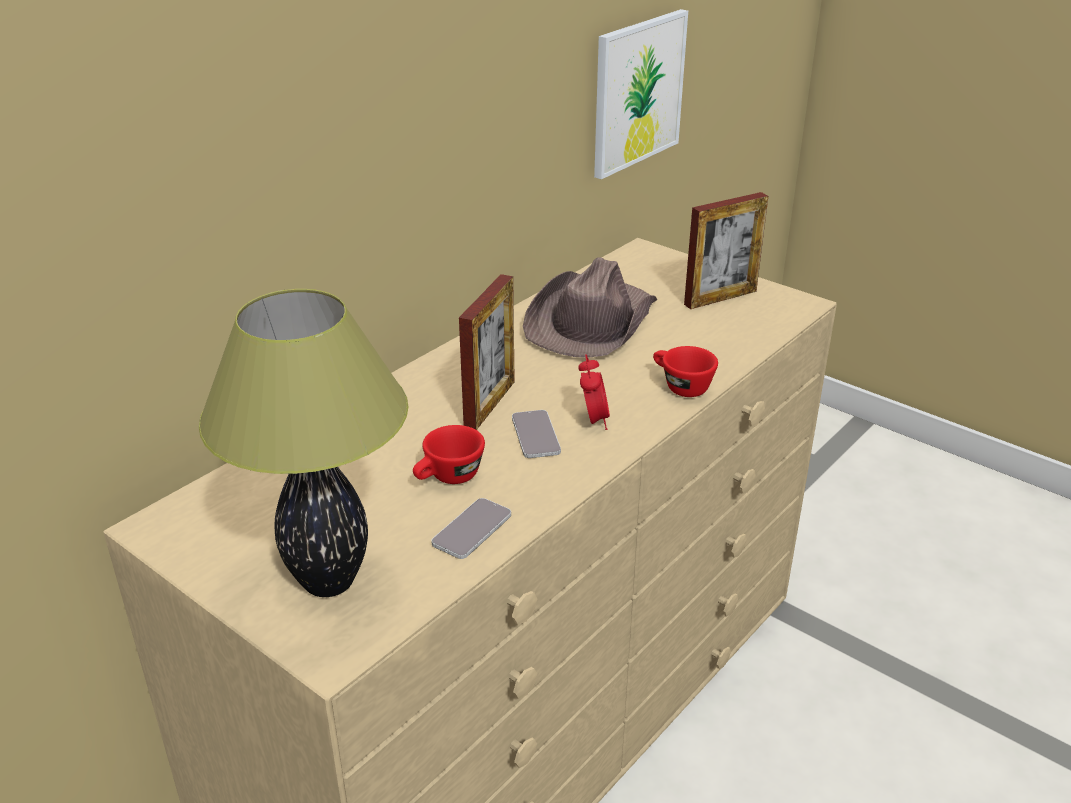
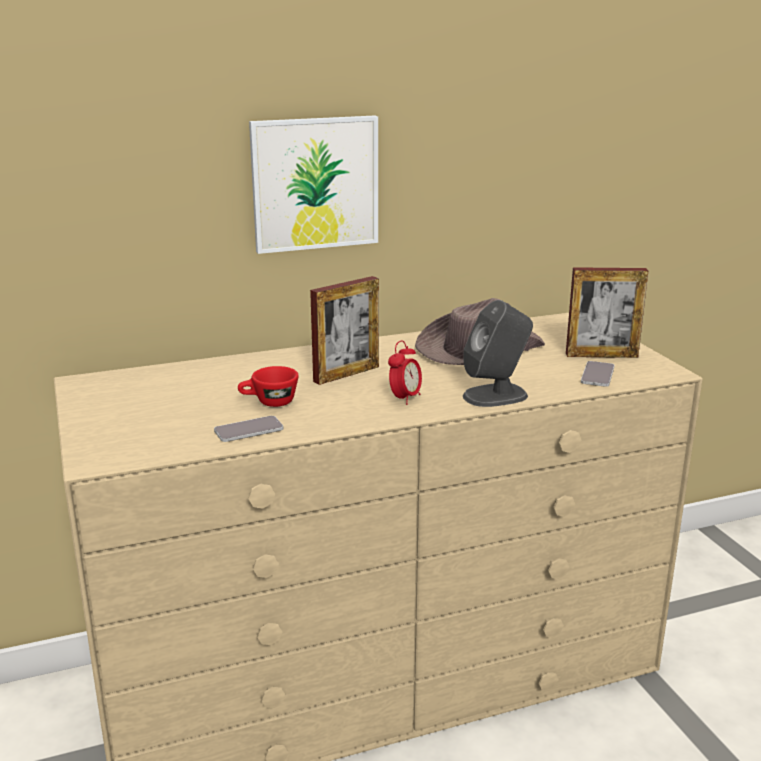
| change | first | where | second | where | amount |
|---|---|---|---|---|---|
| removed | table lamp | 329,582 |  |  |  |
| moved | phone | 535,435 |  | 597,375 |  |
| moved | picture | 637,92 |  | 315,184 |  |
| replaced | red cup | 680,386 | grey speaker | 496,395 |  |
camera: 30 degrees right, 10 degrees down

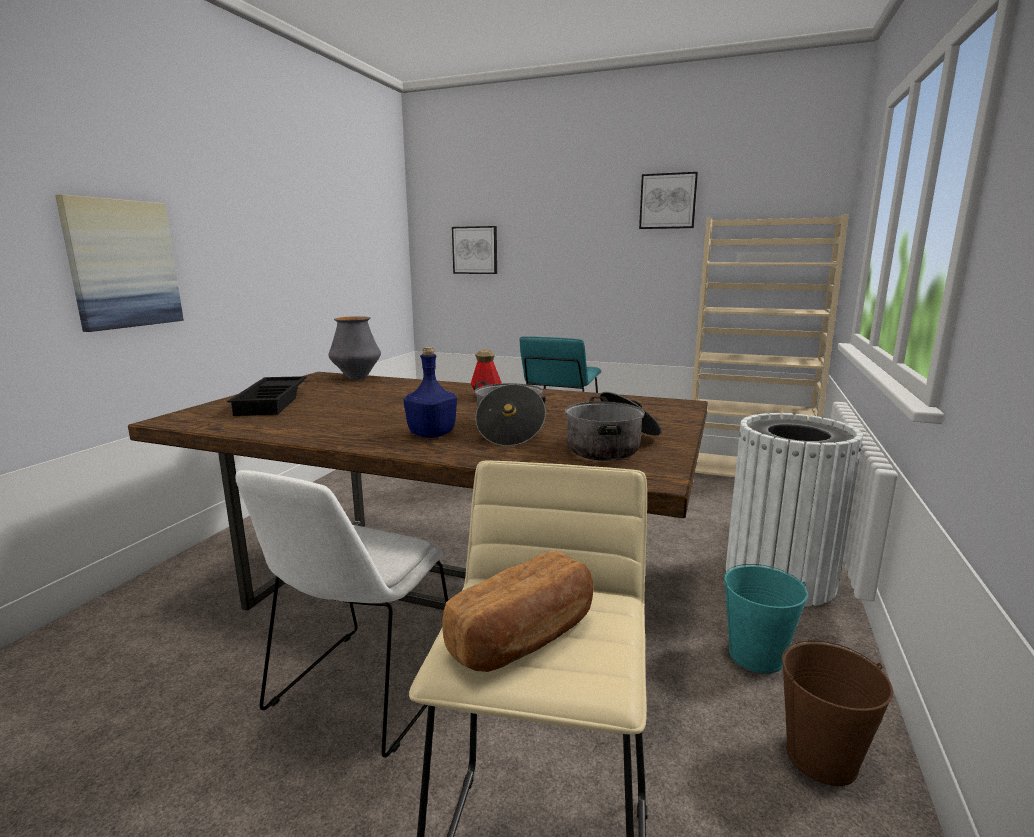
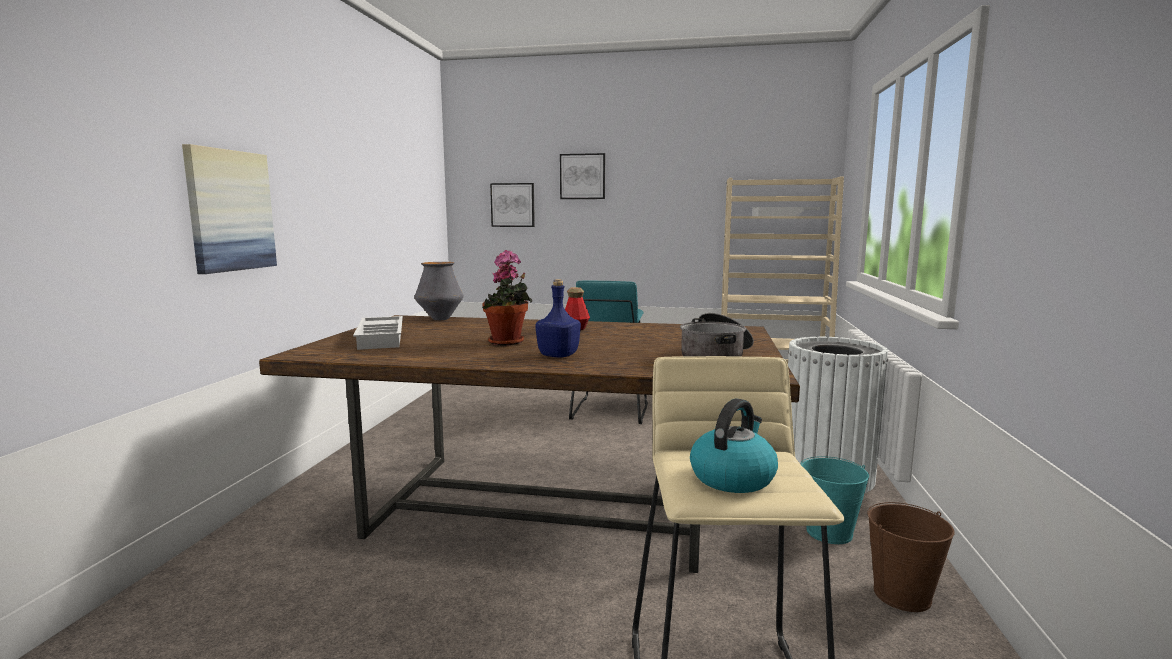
| change | first | where | second | where | amount |
|---|---|---|---|---|---|
| recoloured | black tray | 273,402 | white tray | 382,338 |  |
| removed | white chair | 361,693 |  |  |  |
| replaced | bread | 525,638 | kettle | 732,477 |  |
| removed | cooking pot | 509,430 |  |  |  |
| moved | picture | 668,201 |  | 582,176 |  |
| added |  |  | potted plant | 508,342 |  |
camera: 10 degrees left, 5 degrees down

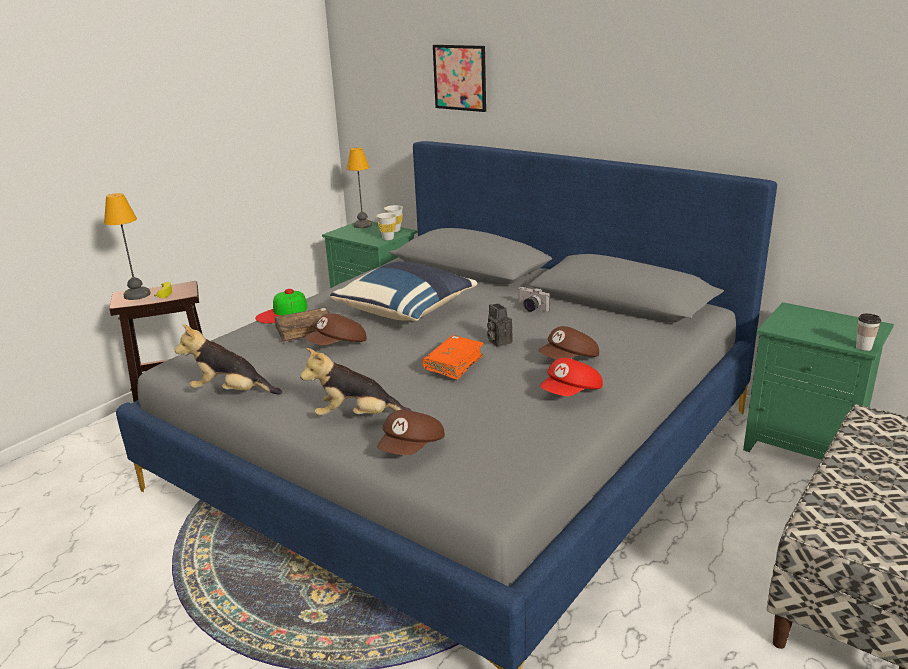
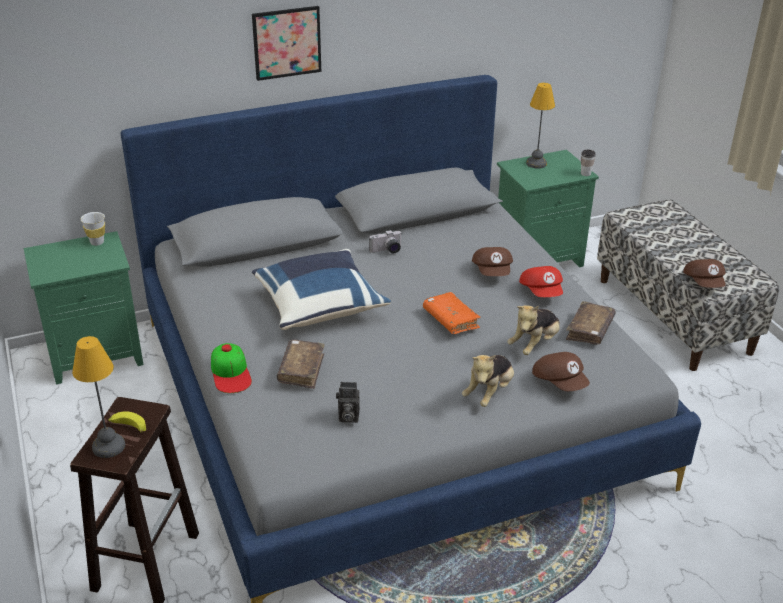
| change | first | where | second | where | amount |
|---|---|---|---|---|---|
| moved | plush toy | 231,392 |  | 534,344 |  |
| moved | brown cap | 338,345 |  | 704,283 |  |
| moved | table lamp | 363,225 |  | 536,163 |  |
| removed | white cup | 388,238 |  |  |  |
| moved | picture | 460,77 |  | 287,43 |  |
| moved | photo camera | 498,341 |  | 347,417 |  |
| added |  |  | brown book | 589,330 |  |
camera: 60 degrees left, 10 degrees up

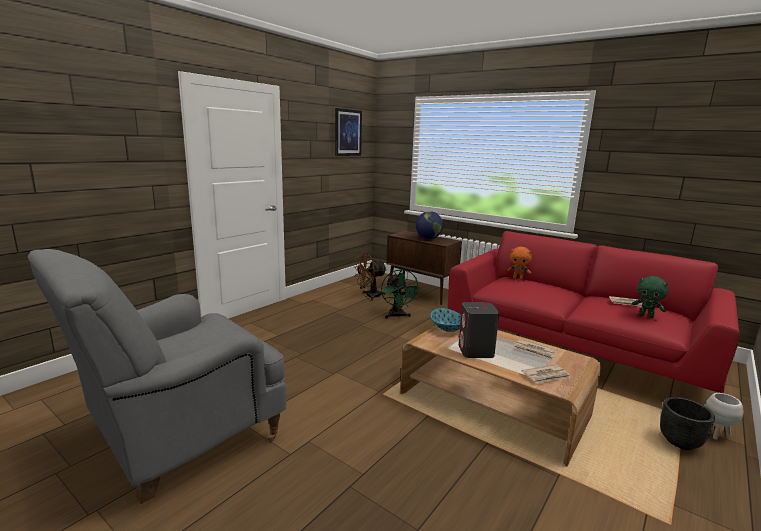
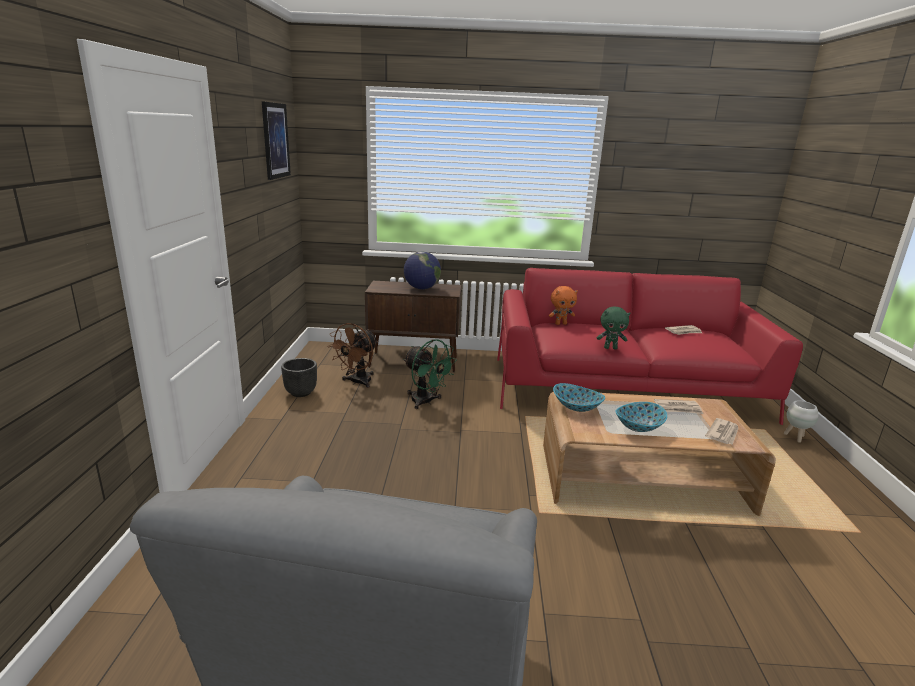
| change | first | where | second | where | amount |
|---|---|---|---|---|---|
| replaced | grey speaker | 476,351 | bowl | 639,427 |  |
| moved | green plush toy | 646,316 |  | 610,348 |  |
| moved | black planter | 680,442 |  | 301,392 |  |
camera: 35 degrees left, 5 degrees up

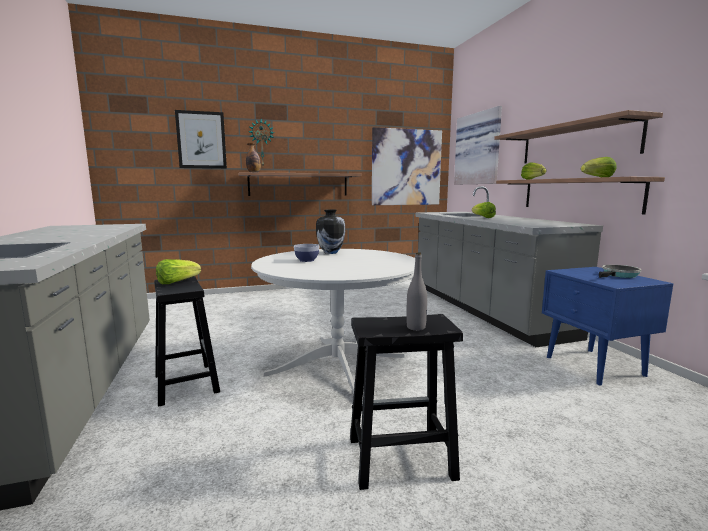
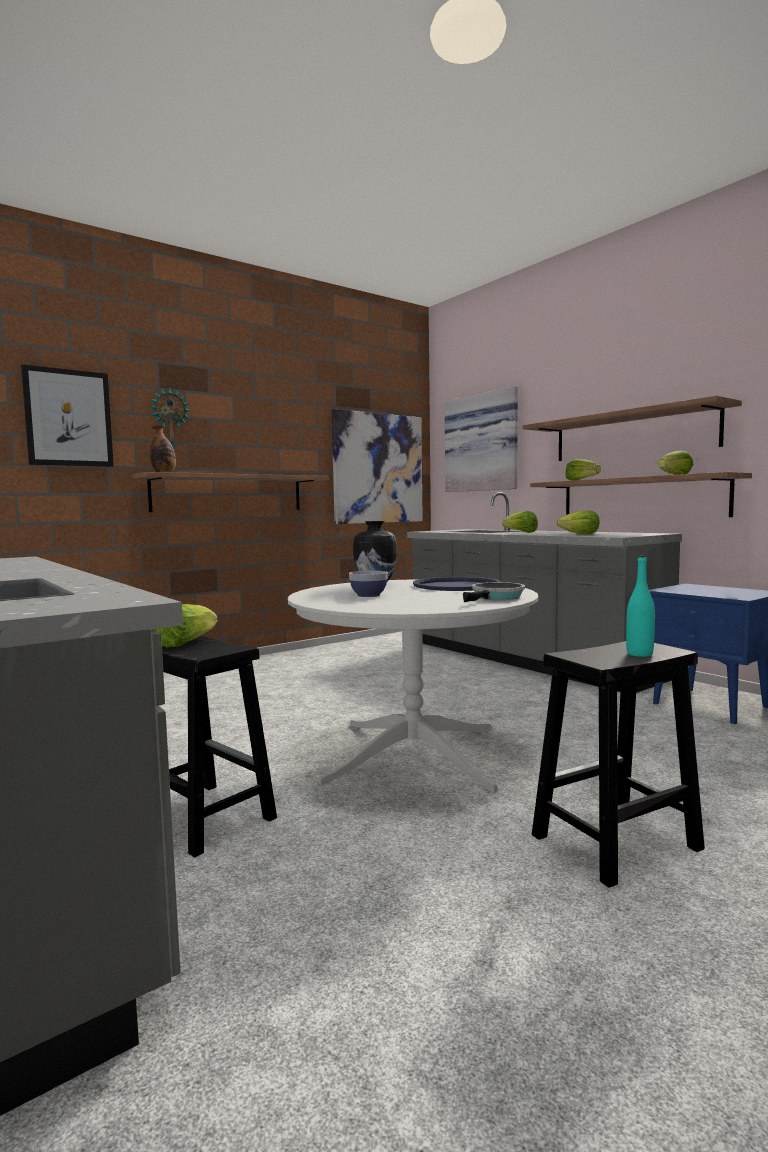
| change | first | where | second | where | amount |
|---|---|---|---|---|---|
| recoloured | grey bottle | 416,327 | turquoise bottle | 639,654 |  |
| moved | frying pan | 619,275 |  | 496,597 |  |
| added |  |  | blue tray | 456,585 |  |
| added |  |  | lettuce | 580,534 |  |
camera: 20 degrees left, 5 degrees down

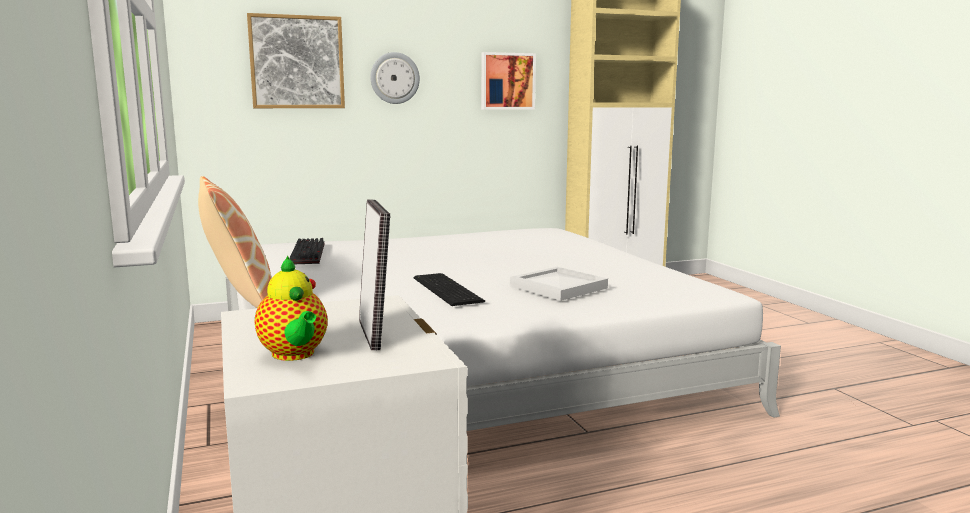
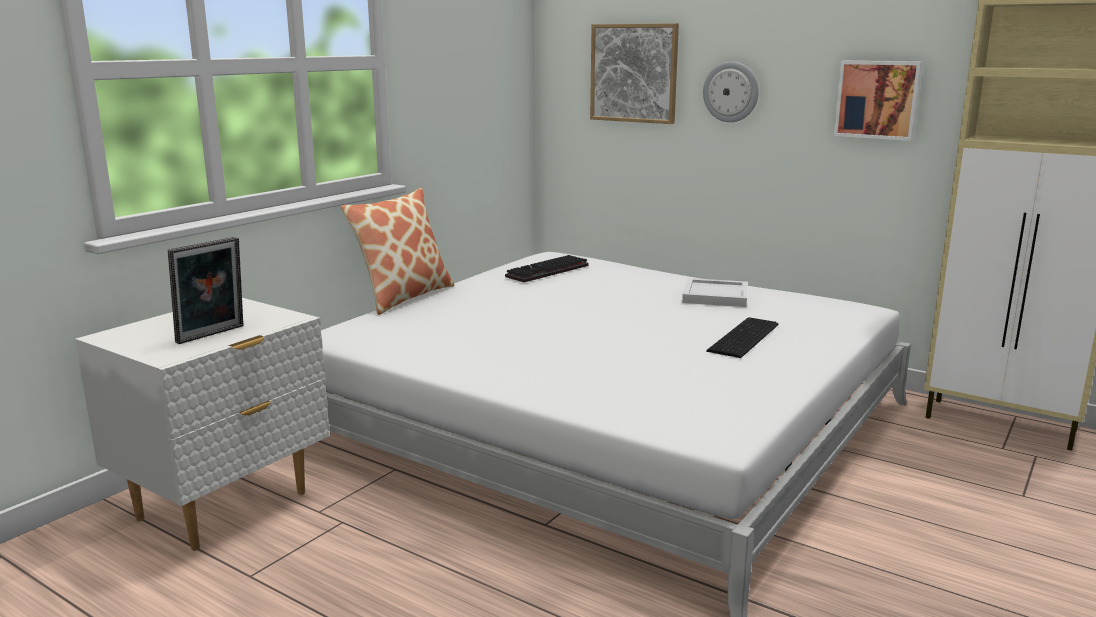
| change | first | where | second | where | amount |
|---|---|---|---|---|---|
| removed | teapot | 294,355 |  |  |  |
| moved | keyboard | 445,290 |  | 741,337 |  |
| moved | white tray | 556,287 |  | 714,295 |  |
camera: 55 degrees right, 5 degrees up

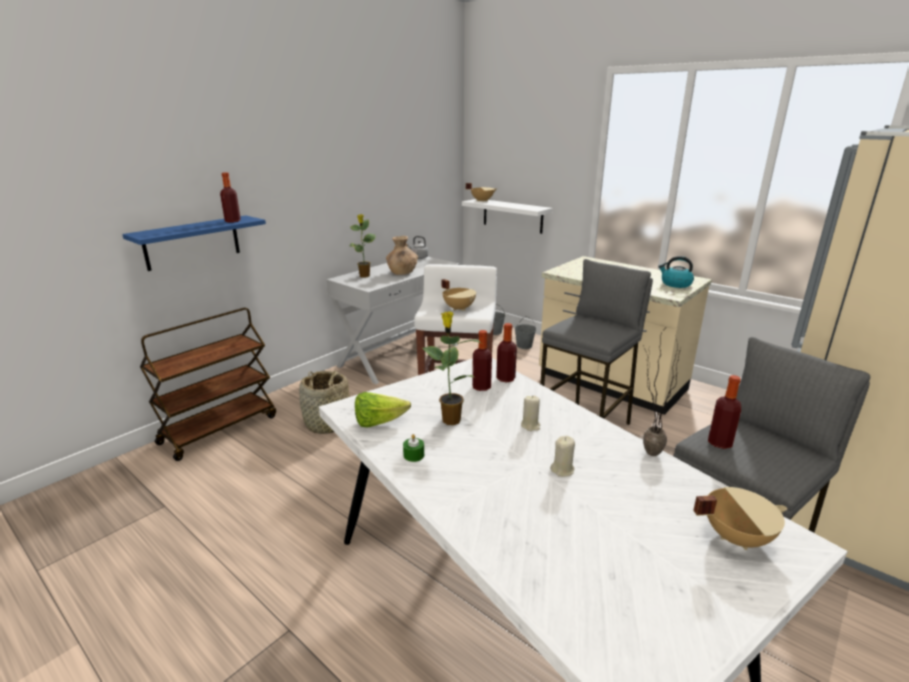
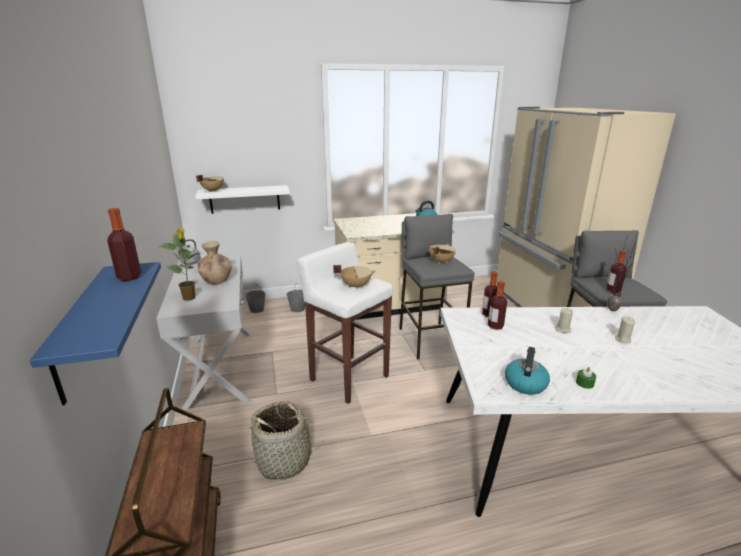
| change | first | where | second | where | amount |
|---|---|---|---|---|---|
| replaced | lettuce | 378,422 | kettle | 525,383 |  |
| removed | potted plant | 450,419 |  |  |  |
| moved | beige cooking pot | 735,536 |  | 440,261 |  |
camera: 55 degrees left, 0 degrees up

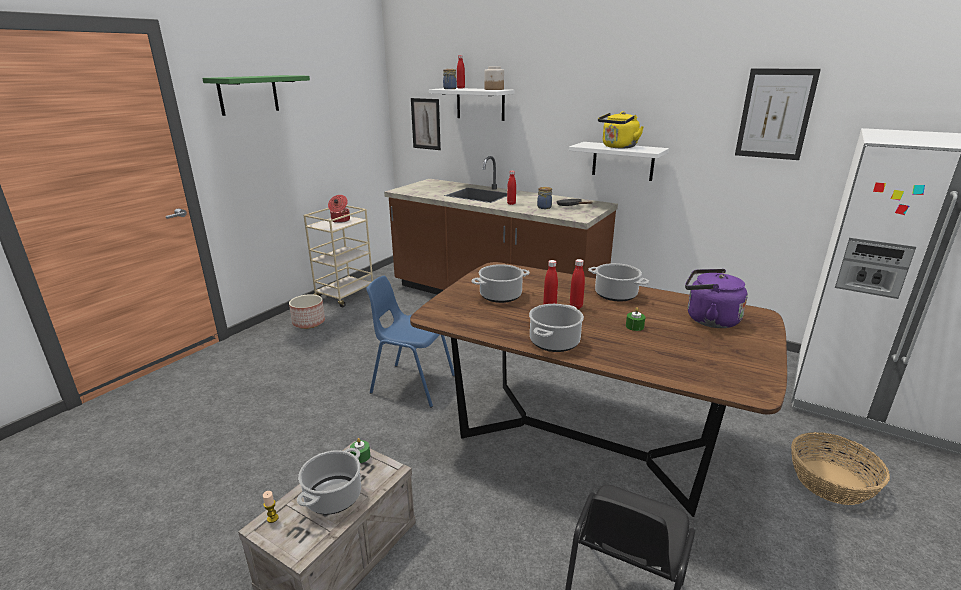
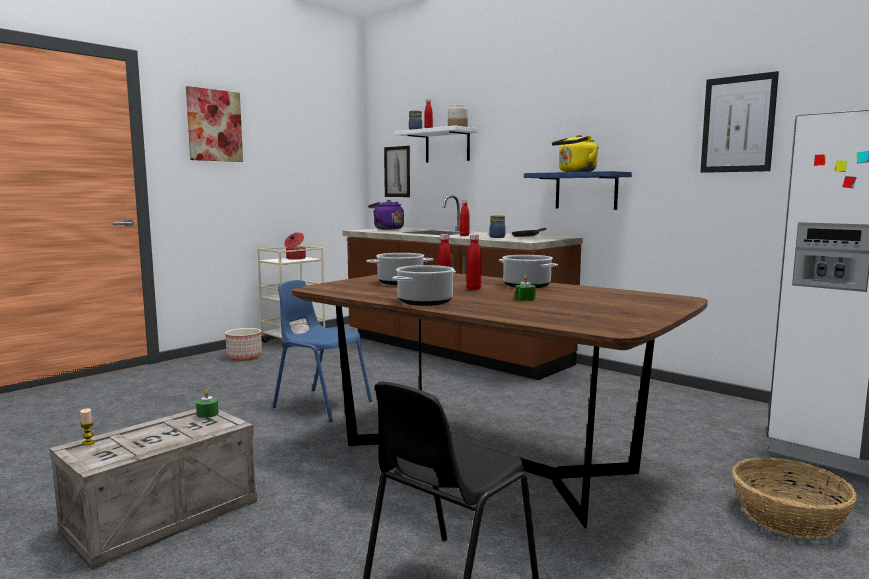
| change | first | where | second | where | amount |
|---|---|---|---|---|---|
| replaced | green shelf | 248,95 | picture | 214,125 |  |
| removed | cooking pot | 333,496 |  |  |  |
| recoloured | white shelf | 623,161 | blue shelf | 586,191 |  |
| moved | purple kettle | 708,319 |  | 387,229 |  |
camera: 10 degrees right, 15 degrees down

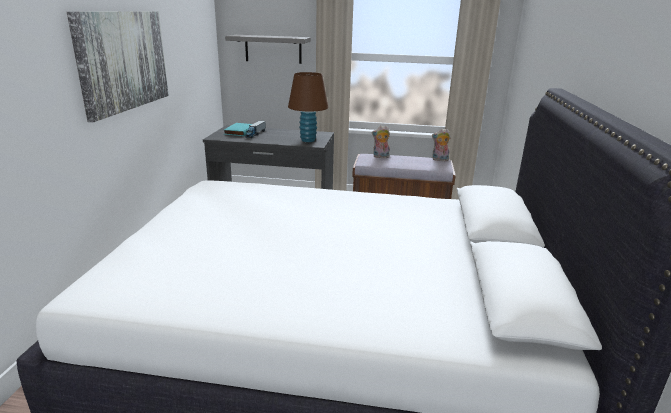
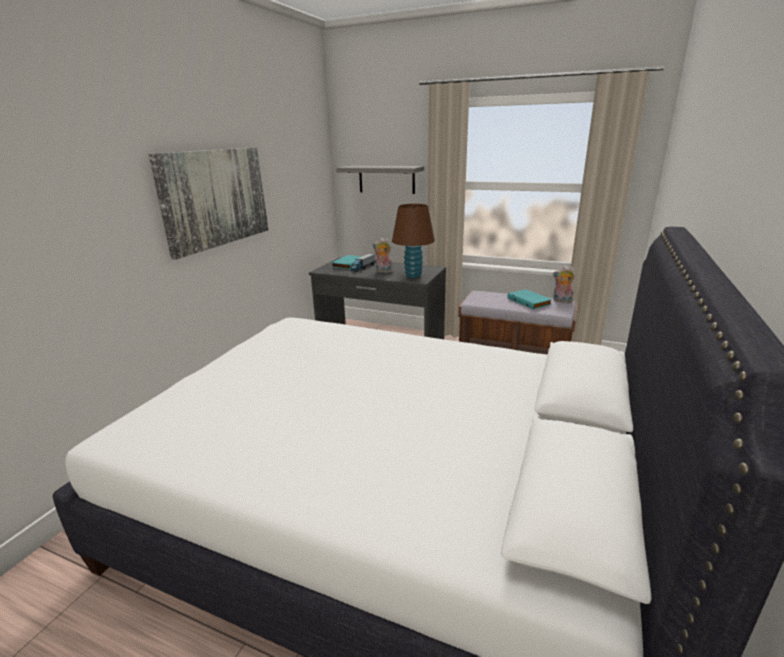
| change | first | where | second | where | amount |
|---|---|---|---|---|---|
| moved | plush toy | 380,157 |  | 383,271 |  |
| added |  |  | turquoise book | 530,301 |  |
camera: 15 degrees right, 0 degrees up

